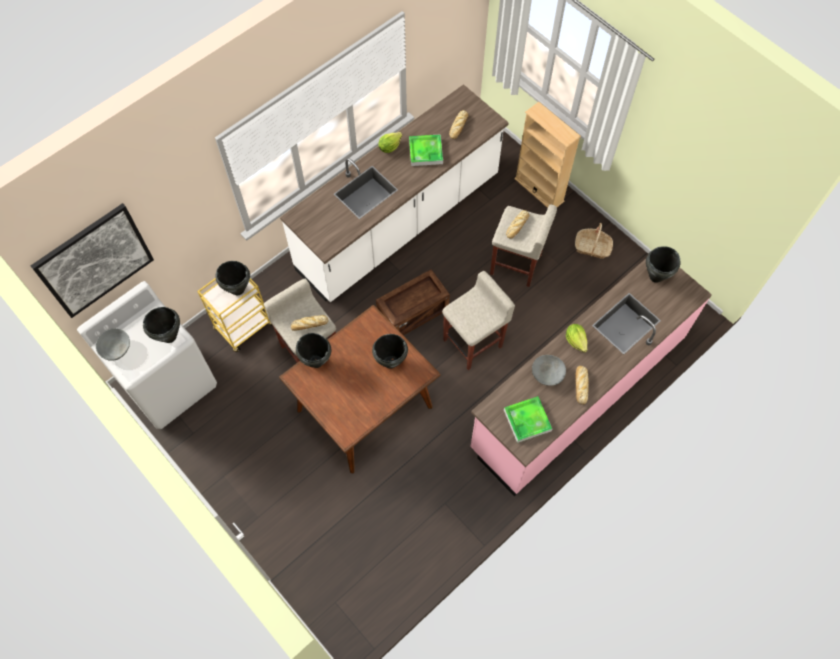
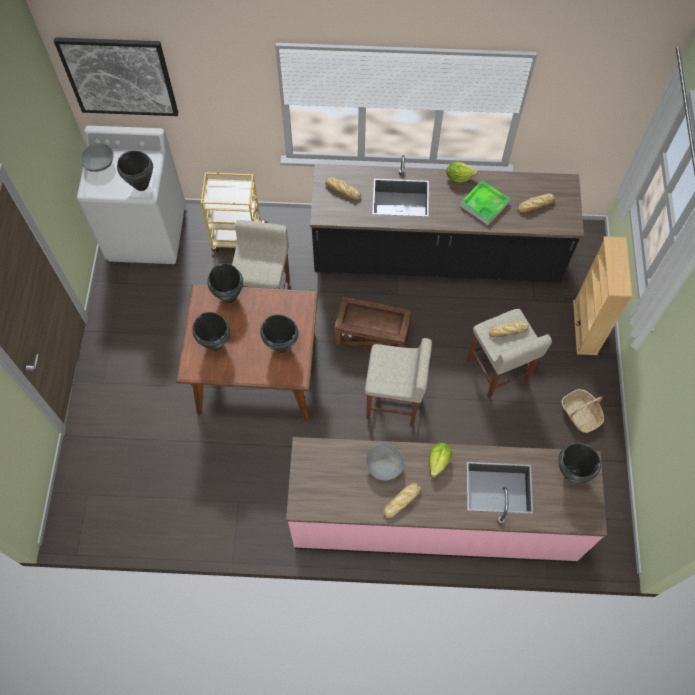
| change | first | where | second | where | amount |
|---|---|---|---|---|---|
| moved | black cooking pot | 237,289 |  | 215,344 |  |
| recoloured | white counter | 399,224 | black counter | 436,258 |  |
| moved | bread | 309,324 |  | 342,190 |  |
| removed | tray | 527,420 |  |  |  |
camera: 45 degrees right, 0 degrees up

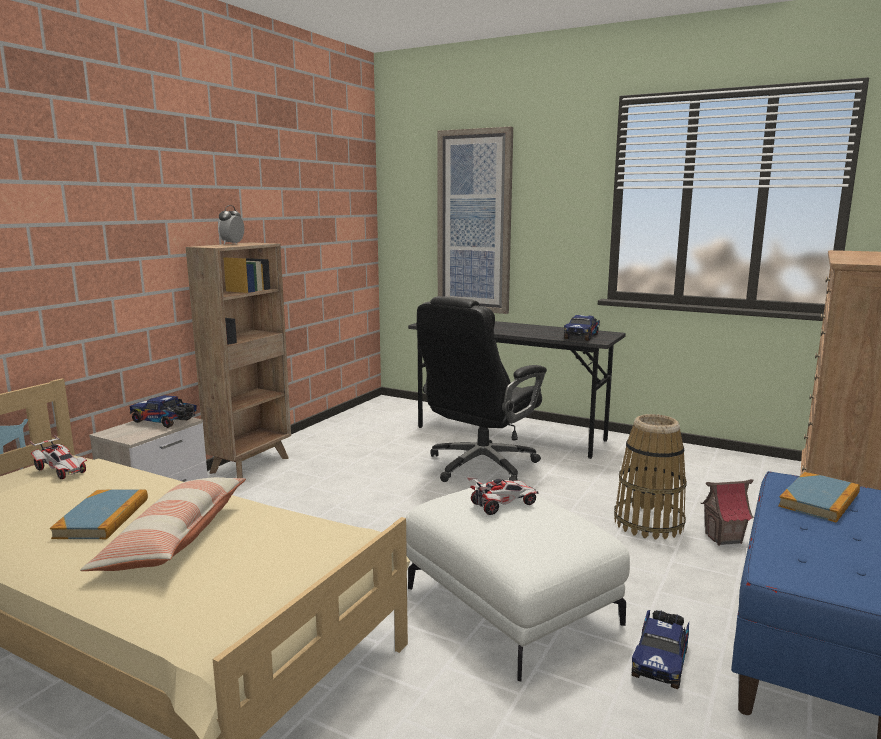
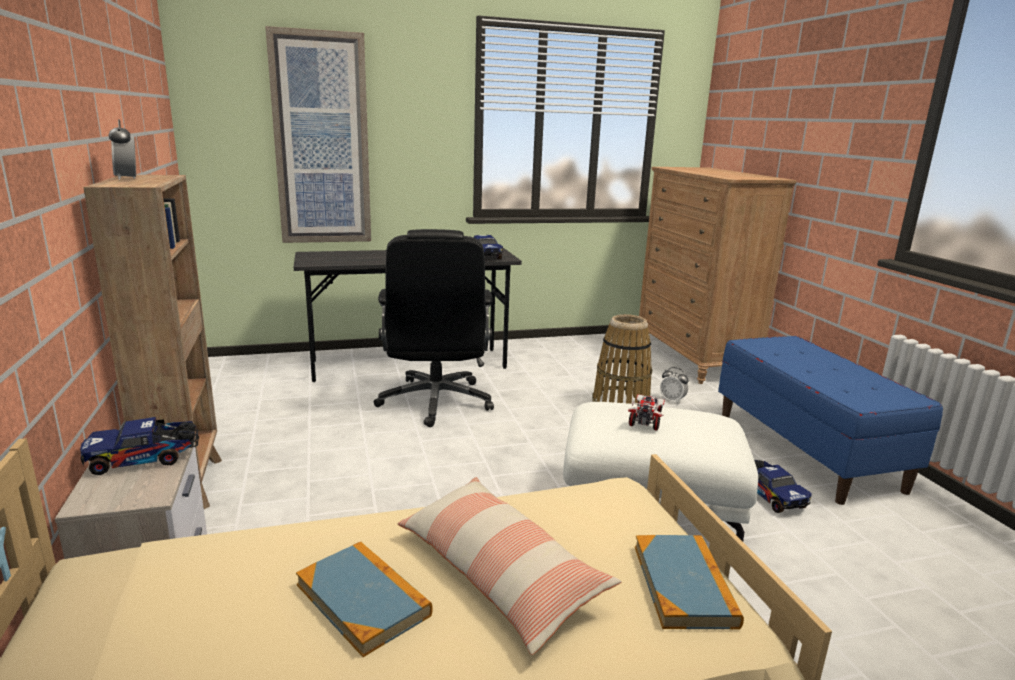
| change | first | where | second | where | amount |
|---|---|---|---|---|---|
| removed | toy car | 61,470 |  |  |  |
| replaced | toy house | 723,538 | alarm clock | 672,400 |  |
| moved | book | 819,500 |  | 684,584 |  |
camera: 45 degrees left, 5 degrees up

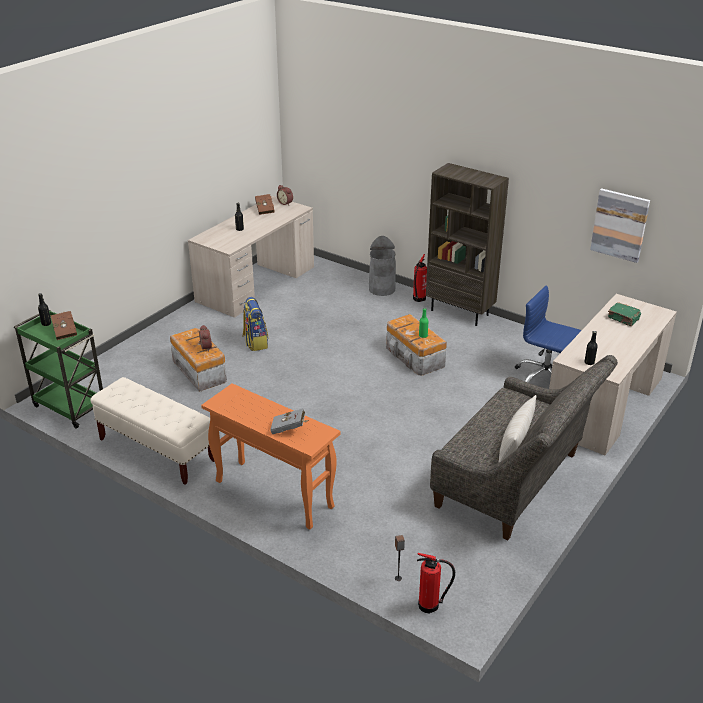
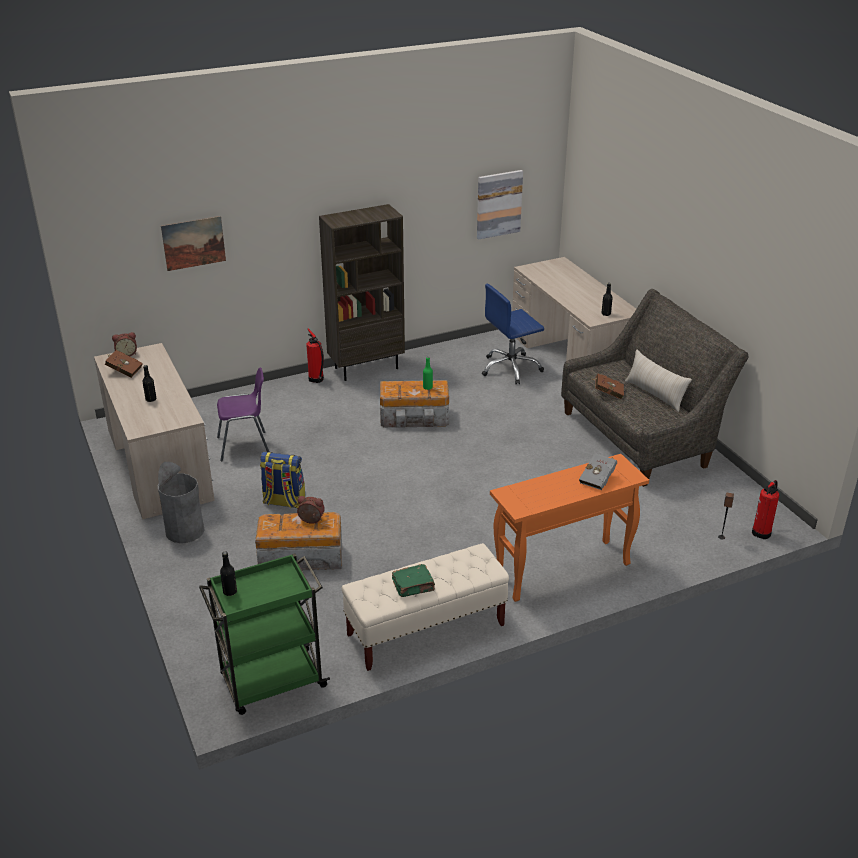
| change | first | where | second | where | amount |
|---|---|---|---|---|---|
| moved | brown book | 65,331 |  | 607,393 |  |
| moved | grey trash can | 382,289 |  | 185,531 |  |
| moved | green book | 623,319 |  | 413,586 |  |
| added |  |  | picture | 193,243 |  |
| added |  |  | purple chair | 245,446 |  |
camera: 60 degrees left, 0 degrees up

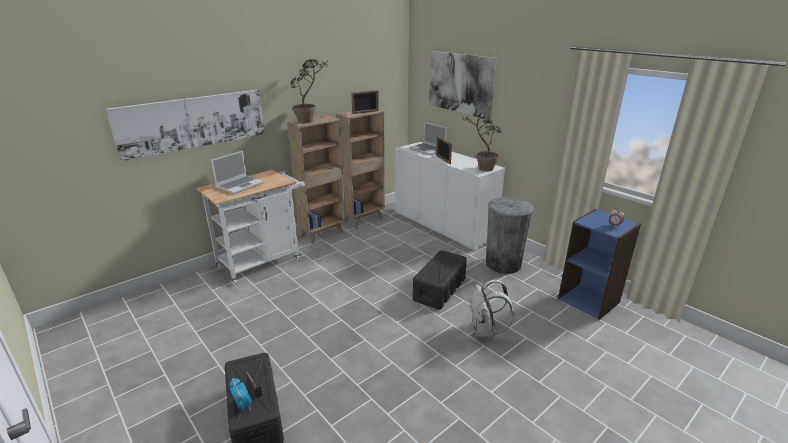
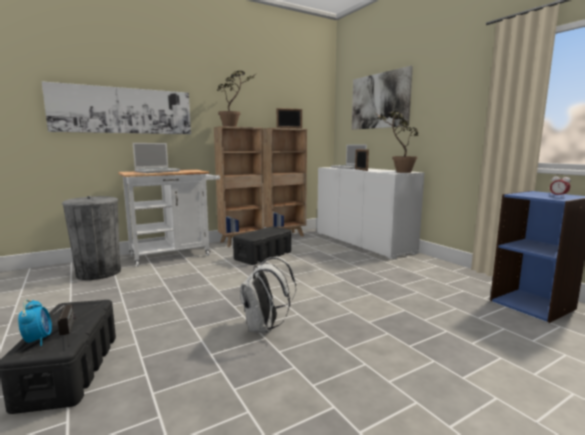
| change | first | where | second | where | amount |
|---|---|---|---|---|---|
| moved | black storage box | 440,289 |  | 263,255 |  |
| moved | white backpack | 485,331 |  | 264,328 |  |
| moved | grey trash can | 503,264 |  | 99,272 |  |
camera: 10 degrees right, 15 degrees down

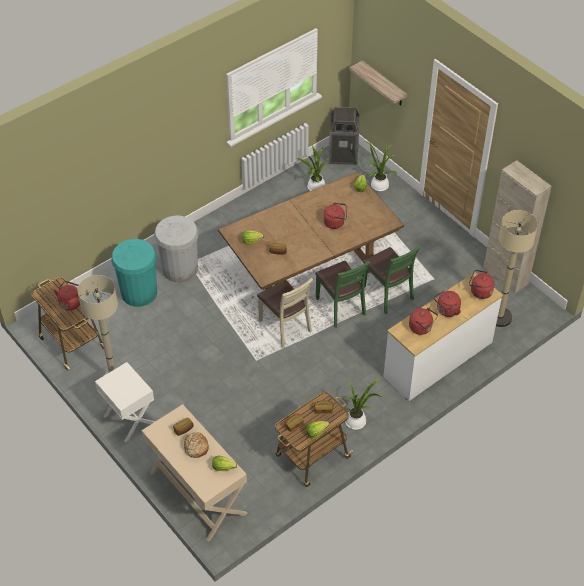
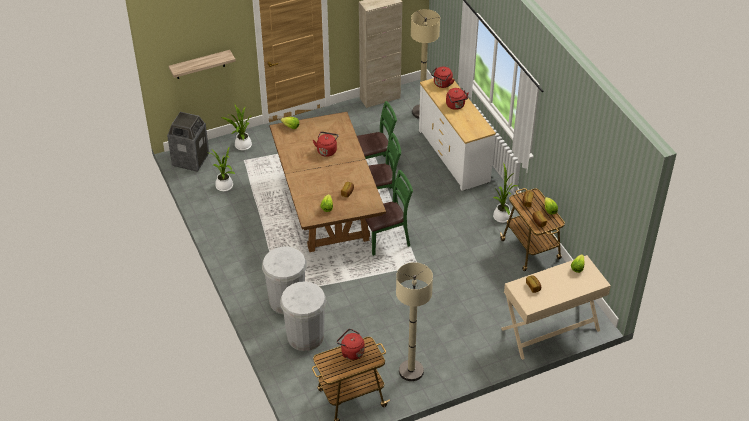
| change | first | where | second | where | amount |
|---|---|---|---|---|---|
| removed | white nightstand | 129,419 |  |  |  |
| recoloured | turquoise trash can | 139,292 | white trash can | 305,336 |  |
| removed | bread | 196,447 |  |  |  |
| recoloured | beige chair | 285,327 | green chair | 386,240 |  |
| removed | red kettle | 421,328 |  |  |  |
camera: 75 degrees left, 5 degrees down

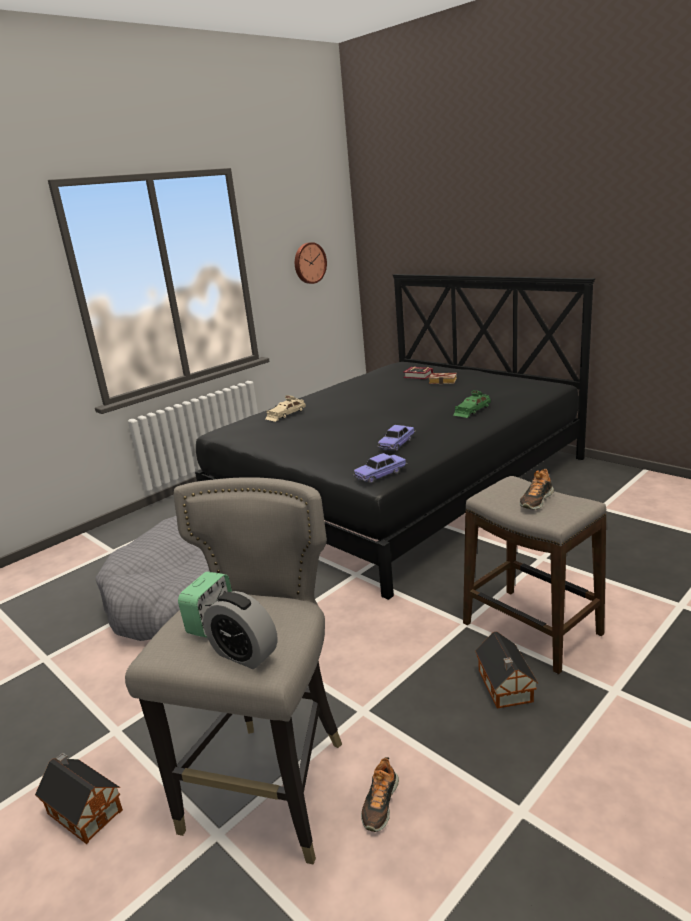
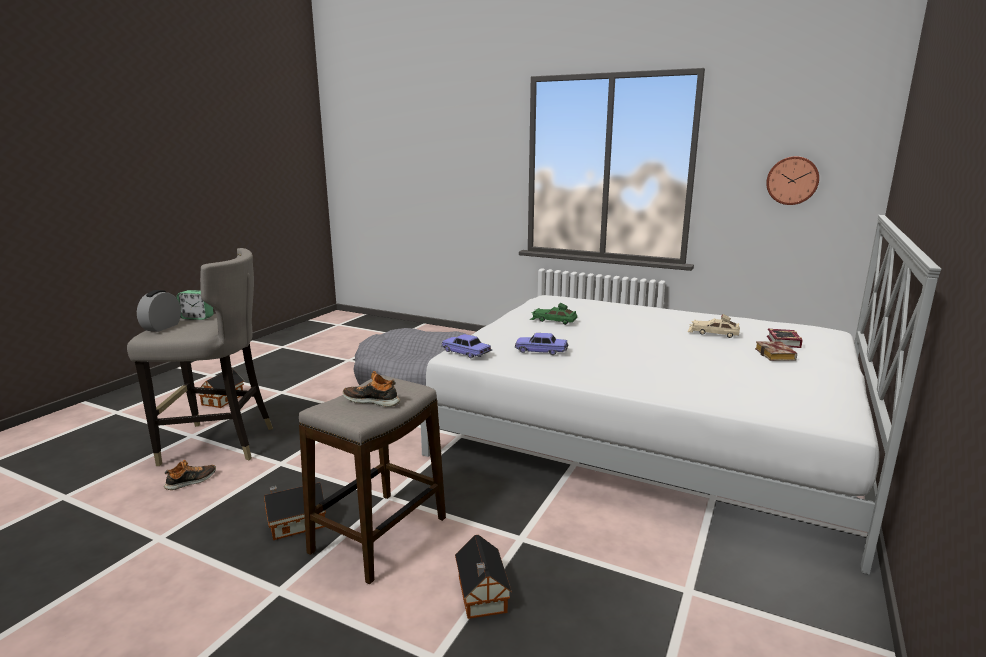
| change | first | where | second | where | amount |
|---|---|---|---|---|---|
| recoloured | black bed | 398,485 | white bed | 649,432 |  |
| moved | beige toy car | 285,414 |  | 713,333 |  |
| turned | shoe | 380,803 |  | 191,481 | 135 degrees clockwise |
| moved | green toy car | 472,410 |  | 553,320 |  |
| added |  |  | toy house | 481,596 |  |
camera: 70 degrees right, 5 degrees down

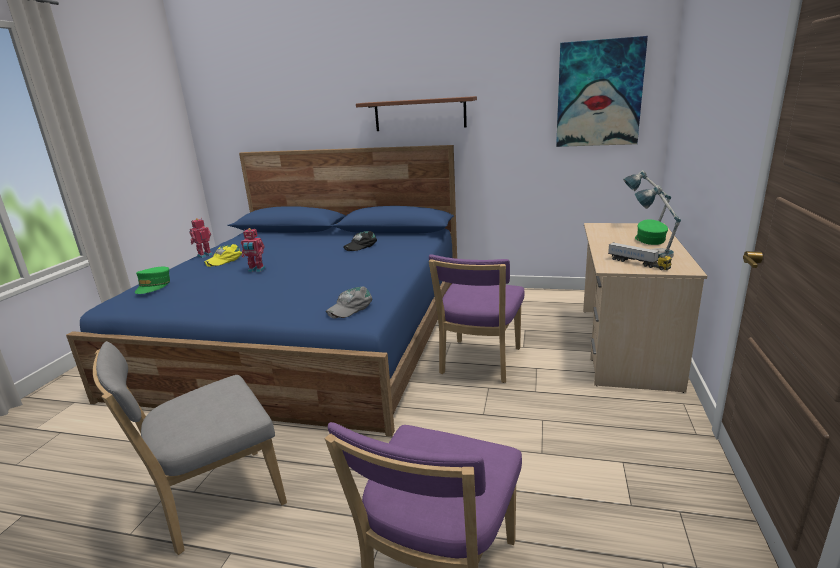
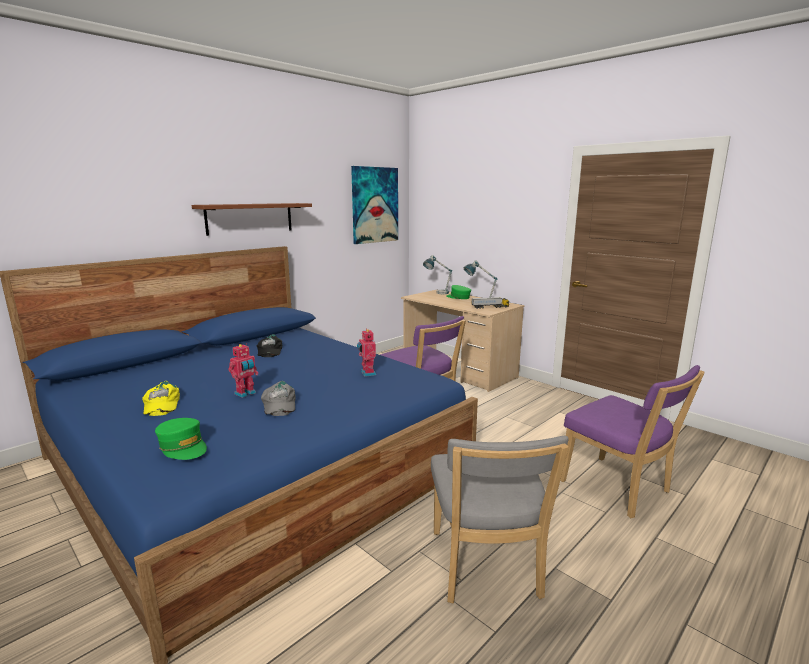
| change | first | where | second | where | amount |
|---|---|---|---|---|---|
| moved | toy robot | 204,255 |  | 367,373 |  |
| moved | grey cap | 350,307 |  | 278,404 |  |
camera: 60 degrees left, 5 degrees down

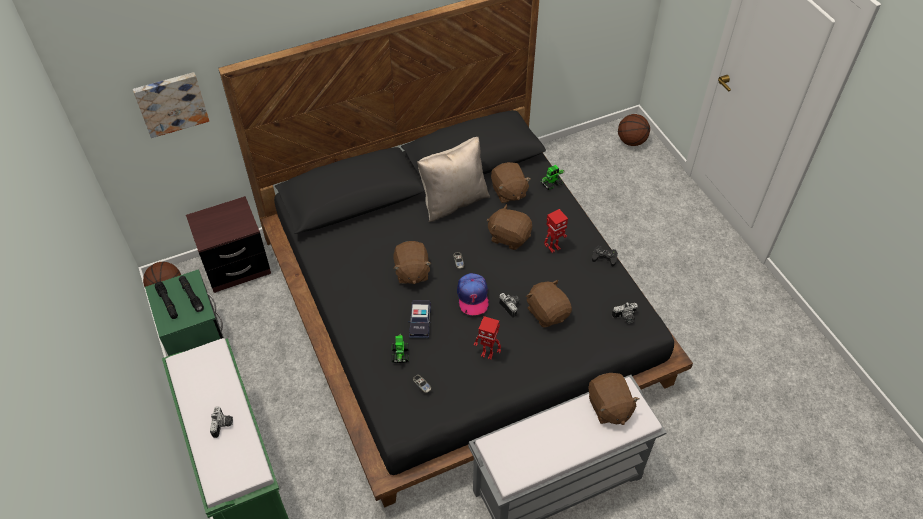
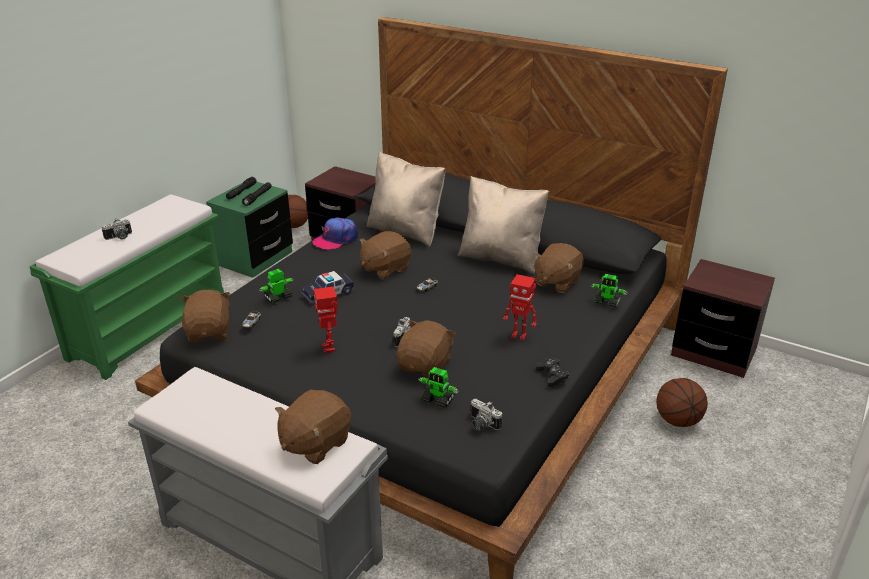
| change | first | where | second | where | amount |
|---|---|---|---|---|---|
| removed | picture | 171,103 |  |  |  |
| moved | cap | 472,296 |  | 336,239 |  |
| moved | brown plush toy | 509,236 |  | 210,332 |  |
| moved | basketball | 631,141 |  | 677,420 |  |
| added |  |  | beige pillow | 406,231 |  |
| added |  |  | toy robot | 438,399 |  |
| added |  |  | brown nightstand | 713,352 |  |
camera: 55 degrees right, 20 degrees down

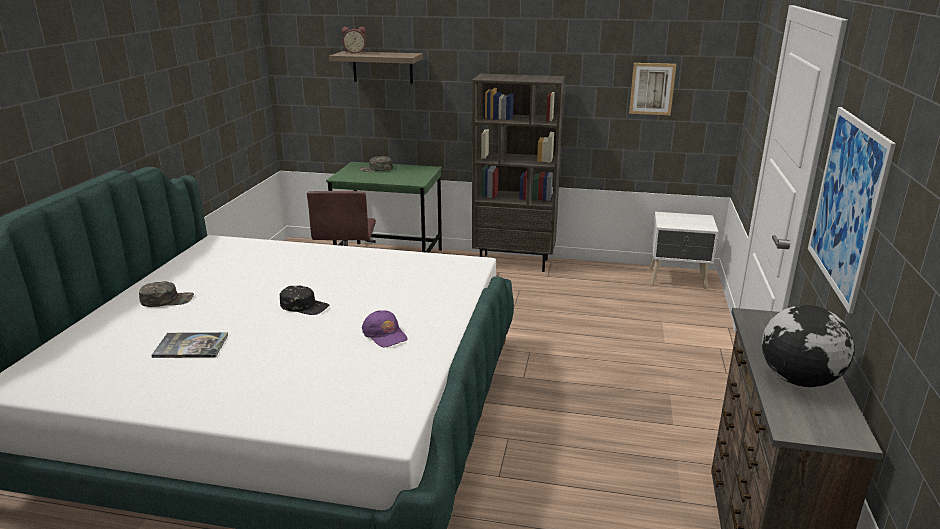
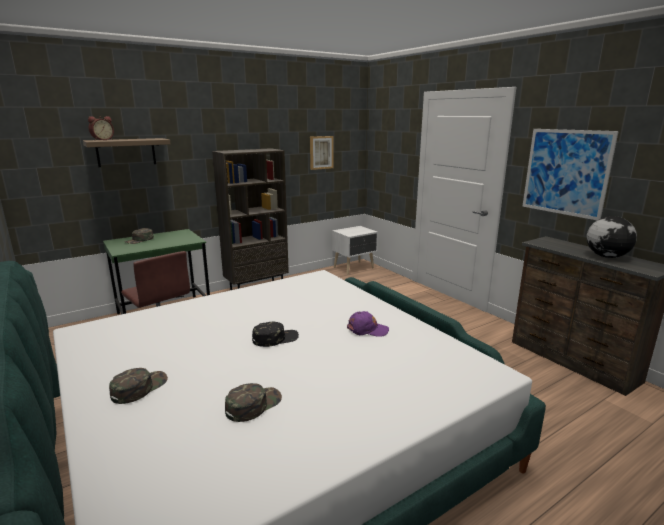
| change | first | where | second | where | amount |
|---|---|---|---|---|---|
| replaced | book | 191,346 | green cap | 253,405 |  |
camera: 45 degrees left, 5 degrees down

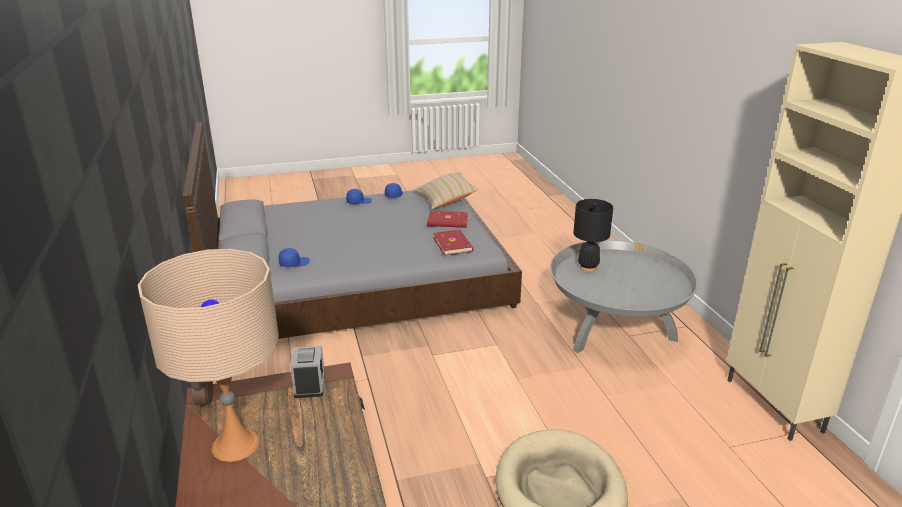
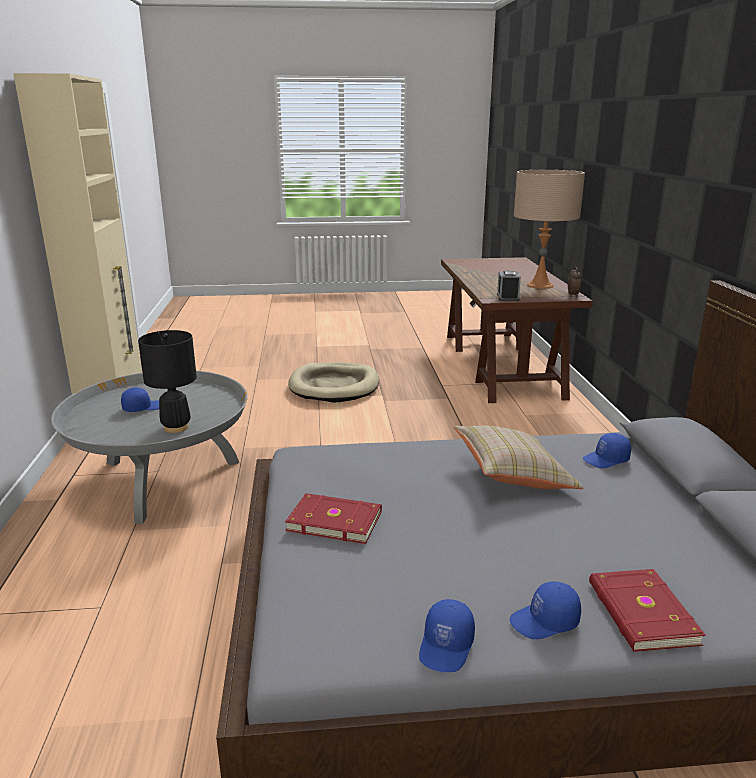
| change | first | where | second | where | amount |
|---|---|---|---|---|---|
| moved | beige pillow | 446,200 |  | 512,476 |  |
| moved | red book | 453,244 |  | 640,613 |  |
| added |  |  | blue cap | 143,407 |  |
camera: 170 degrees left, 5 degrees down

